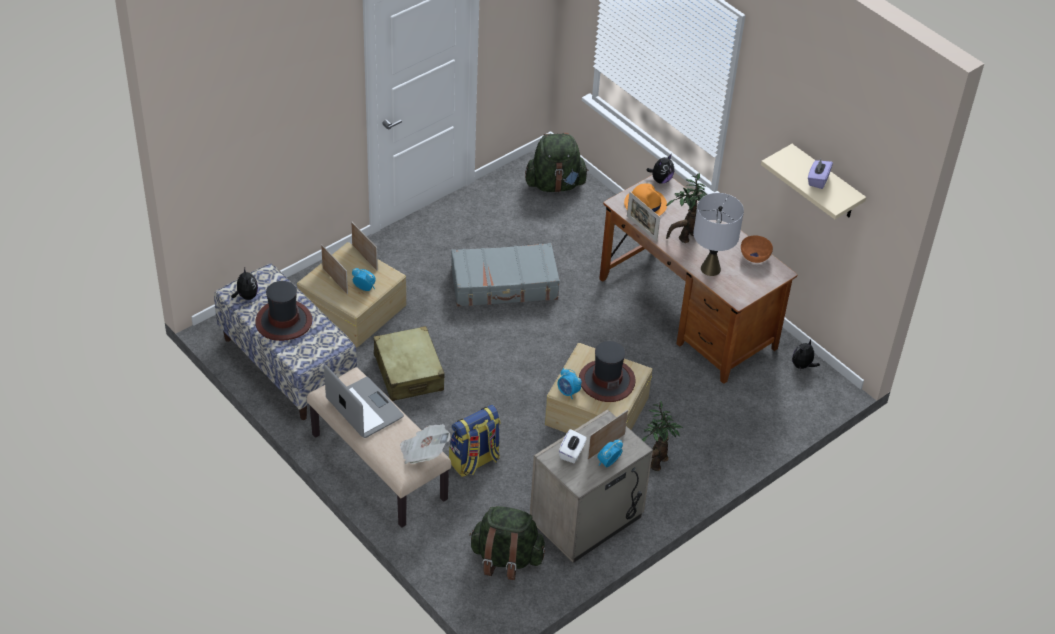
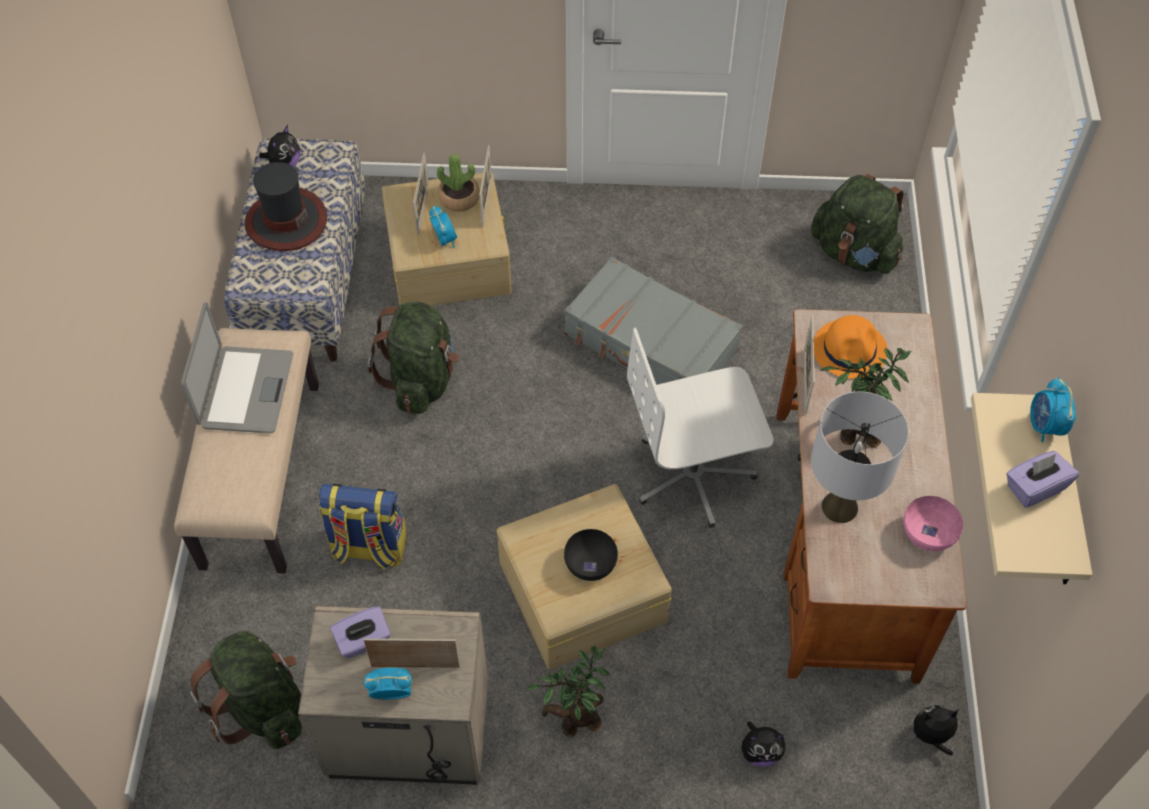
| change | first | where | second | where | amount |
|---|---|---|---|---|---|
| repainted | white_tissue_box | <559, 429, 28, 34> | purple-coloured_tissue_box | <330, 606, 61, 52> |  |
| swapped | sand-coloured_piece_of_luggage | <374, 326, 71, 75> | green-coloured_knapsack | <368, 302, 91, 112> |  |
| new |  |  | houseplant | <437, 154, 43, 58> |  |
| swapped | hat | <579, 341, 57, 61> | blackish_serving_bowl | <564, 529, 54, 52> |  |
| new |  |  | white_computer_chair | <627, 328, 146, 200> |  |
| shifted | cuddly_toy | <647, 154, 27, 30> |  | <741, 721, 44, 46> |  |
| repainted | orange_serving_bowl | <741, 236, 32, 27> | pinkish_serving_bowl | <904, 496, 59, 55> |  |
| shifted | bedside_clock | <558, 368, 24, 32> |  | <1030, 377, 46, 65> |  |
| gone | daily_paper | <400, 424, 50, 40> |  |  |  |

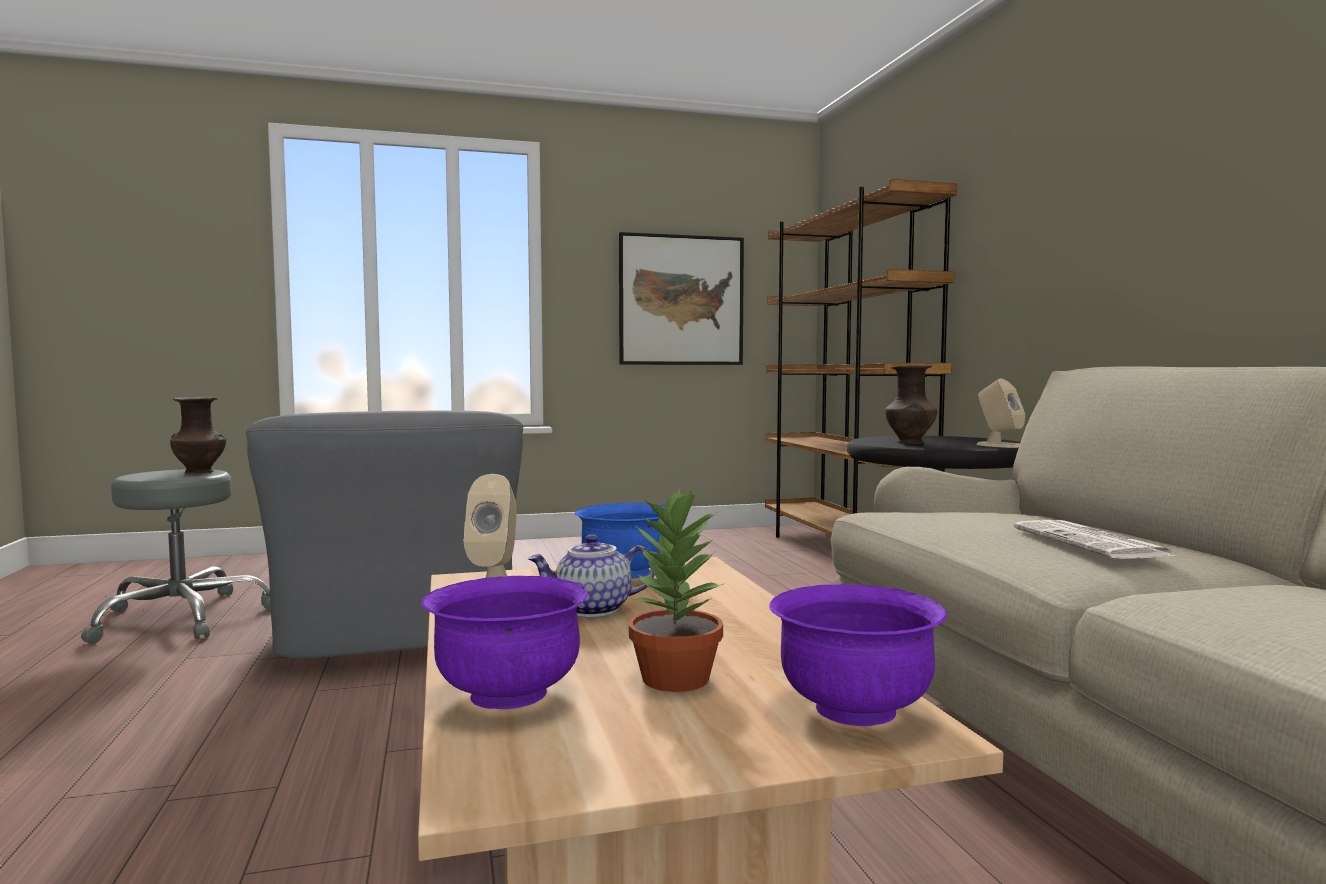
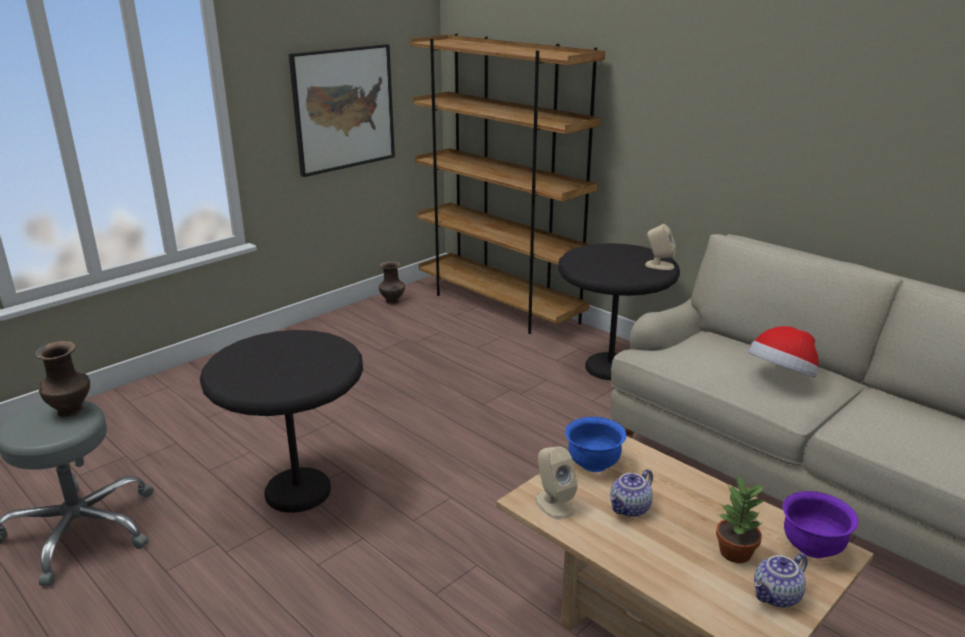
| change | first | where | second | where | amount |
|---|---|---|---|---|---|
| swapped | grey_easy_chair | <246, 411, 277, 247> | blackish_side_table | <200, 330, 163, 183> |  |
| shifted | brown-coloured_flower_vase | <885, 365, 52, 79> |  | <379, 261, 26, 43> |  |
| swapped | daily_paper | <1014, 520, 161, 39> | hat | <748, 326, 71, 51> |  |
| new |  |  | pot_for_tea | <754, 553, 54, 55> |  |
| gone | purple-coloured_serving_bowl | <421, 576, 167, 133> |  |  |  |

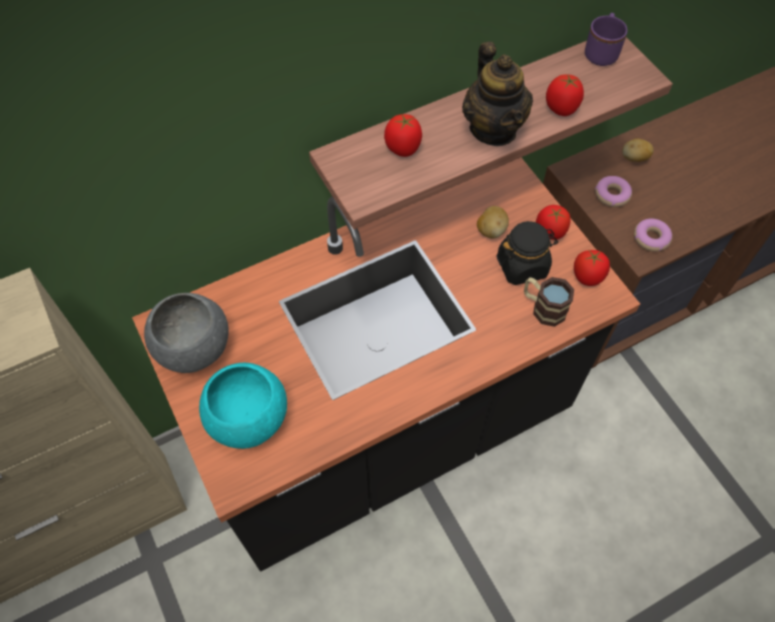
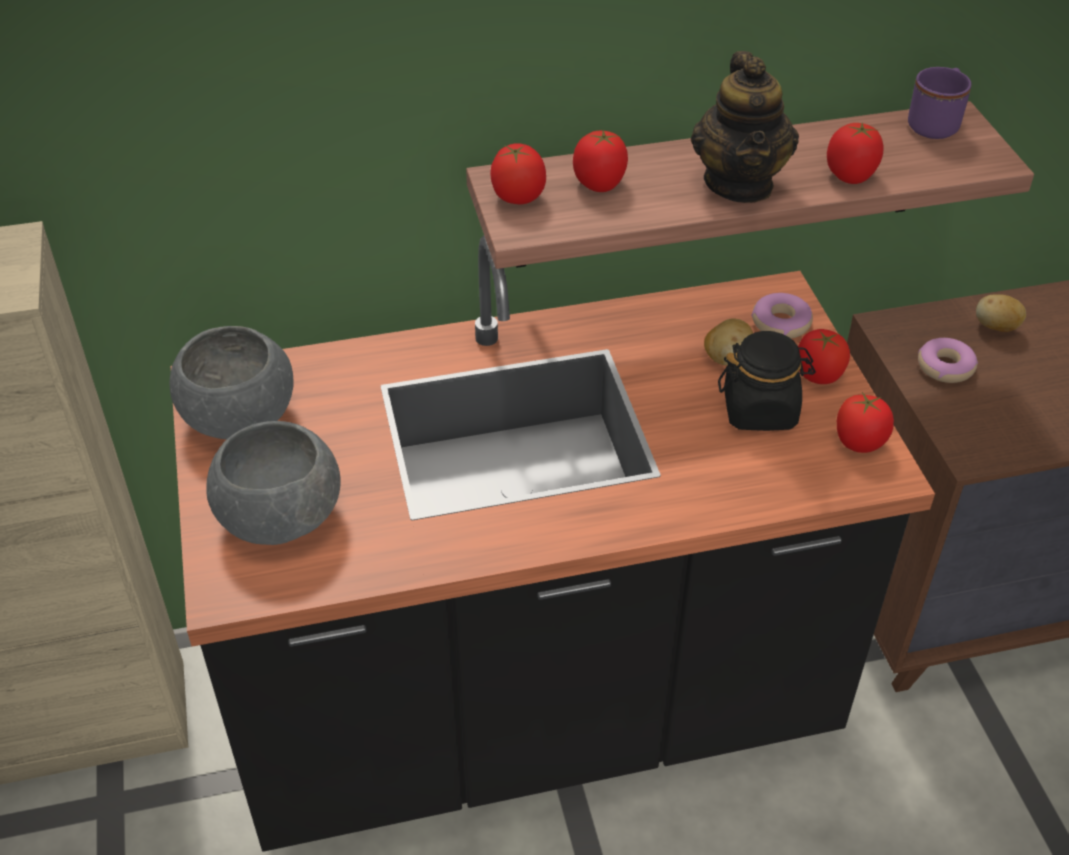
| change | first | where | second | where | amount |
|---|---|---|---|---|---|
| repainted | blue-green_serving_bowl | <199, 363, 88, 86> | grey_serving_bowl | <206, 421, 135, 124> |  |
| new |  |  | fresh_tomato | <490, 143, 56, 61> |  |
| shifted | donut | <634, 218, 38, 34> |  | <751, 293, 62, 46> |  |
| gone | coffee_mug | <524, 277, 50, 50> |  |  |  |

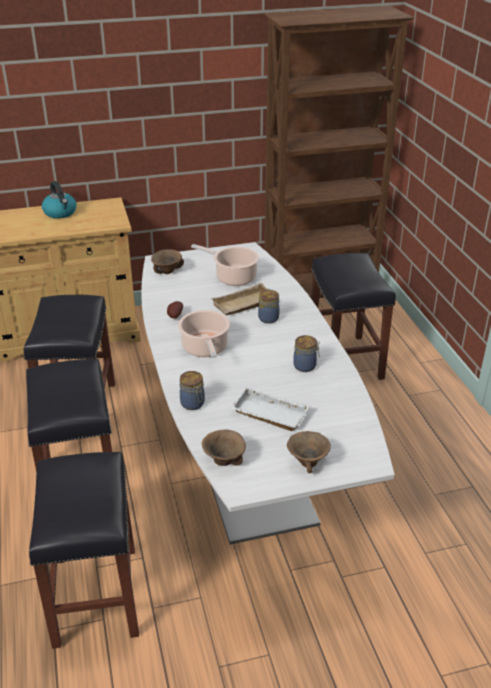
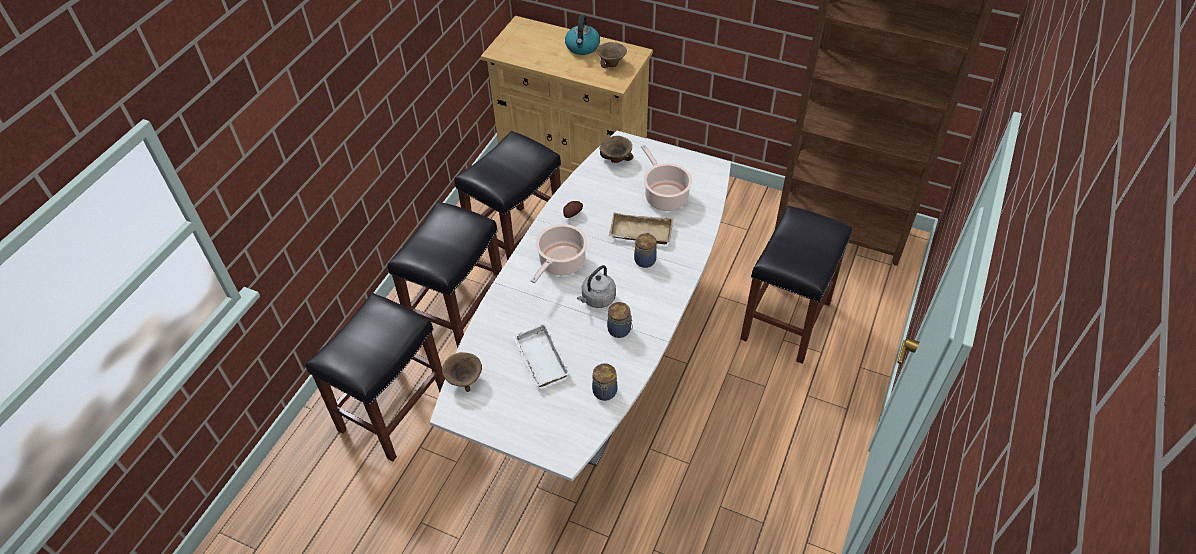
| change | first | where | second | where | amount |
|---|---|---|---|---|---|
| new |  |  | grey_water_kettle | <577, 265, 39, 43> |  |
| shifted | storage_jar | <180, 371, 25, 39> |  | <592, 363, 25, 38> |  |
| shifted | brown-coloured_serving_bowl | <287, 431, 44, 42> |  | <597, 42, 30, 26> |  |

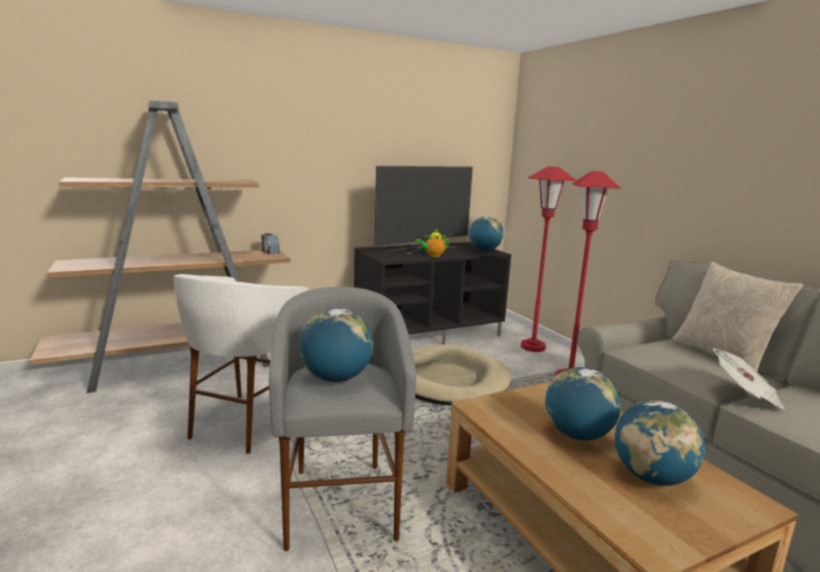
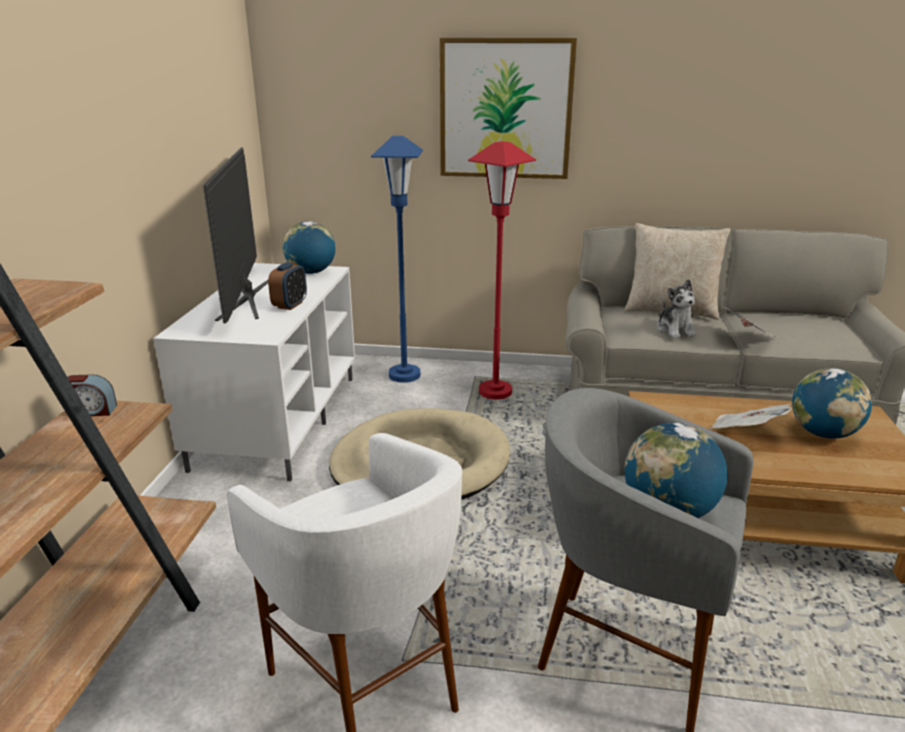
| change | first | where | second | where | amount |
|---|---|---|---|---|---|
| repainted | blackish_tv_stand | <354, 242, 157, 103> | white_tv_stand | <153, 263, 202, 218> |  |
| swapped | pot_for_tea | <416, 229, 33, 28> | bedside_clock | <268, 262, 39, 48> |  |
| repainted | red_standard_lamp | <521, 167, 55, 185> | bluish_standard_lamp | <371, 136, 52, 247> |  |
| new |  |  | picture | <440, 38, 137, 141> |  |
| new |  |  | cuddly_toy | <657, 279, 39, 59> |  |
| swapped | globe | <545, 367, 76, 74> | daily_paper | <709, 404, 82, 25> |  |

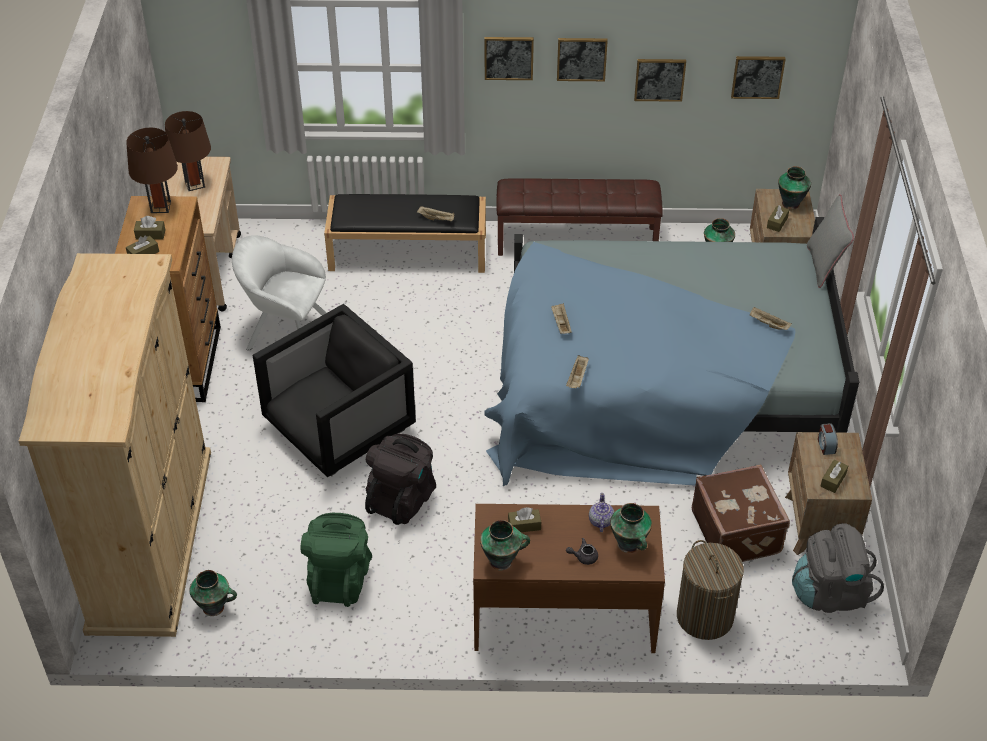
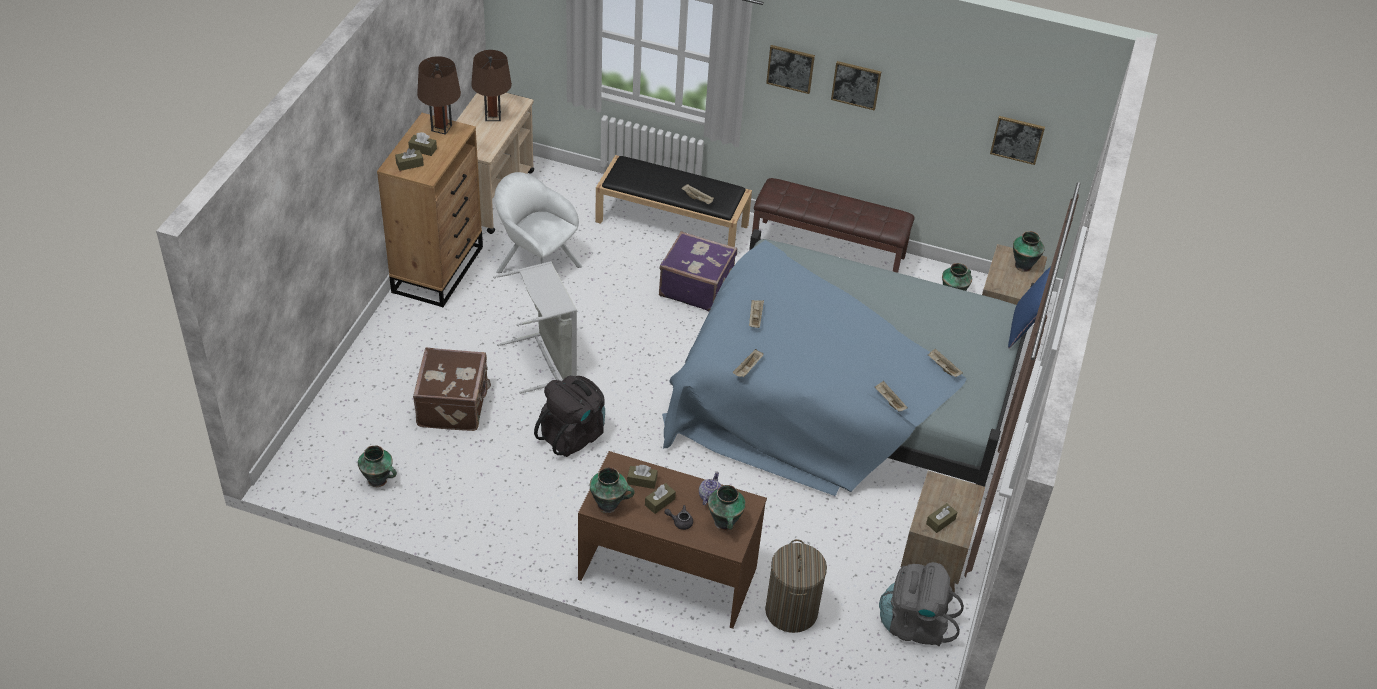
| change | first | where | second | where | amount |
|---|---|---|---|---|---|
| shifted | brown-coloured_piece_of_luggage | <692, 465, 98, 97> |  | <413, 347, 78, 84> |  |
| swapped | blackish_easy_chair | <253, 304, 163, 173> | grey_laundry_basket | <493, 261, 84, 133> |  |
| shifted | brown-coloured_tissue_box | <767, 205, 22, 27> |  | <645, 483, 31, 31> |  |
| new |  |  | purple-coloured_piece_of_luggage | <659, 231, 78, 80> |  |
| new |  |  | sand-coloured_tray | <875, 381, 33, 30> |  |
| repainted | grey_pillow | <807, 194, 47, 94> | bluish_pillow | <1008, 267, 43, 81> |  |
| gone | sand-coloured_armoire | <19, 253, 192, 384> |  |  |  |
| gone | green-coloured_knapsack | <301, 513, 71, 94> |  |  |  |
| gone | picture | <634, 59, 52, 43> |  |  |  |
| gone | bedside_clock | <818, 423, 20, 32> |  |  |  |

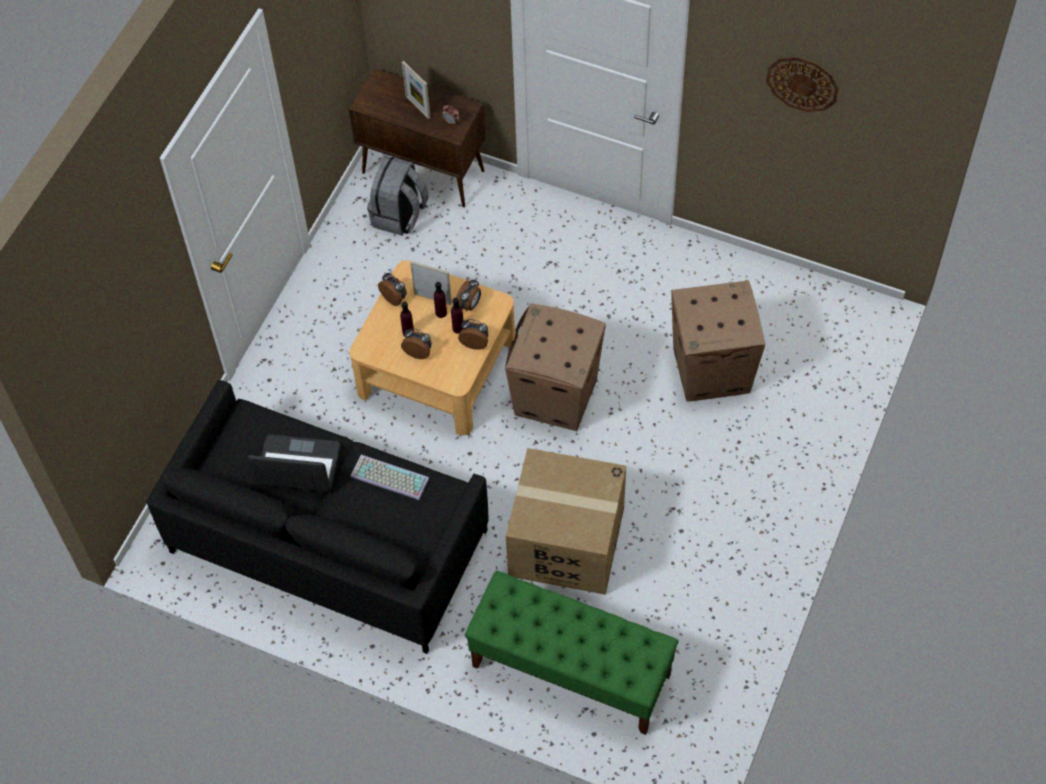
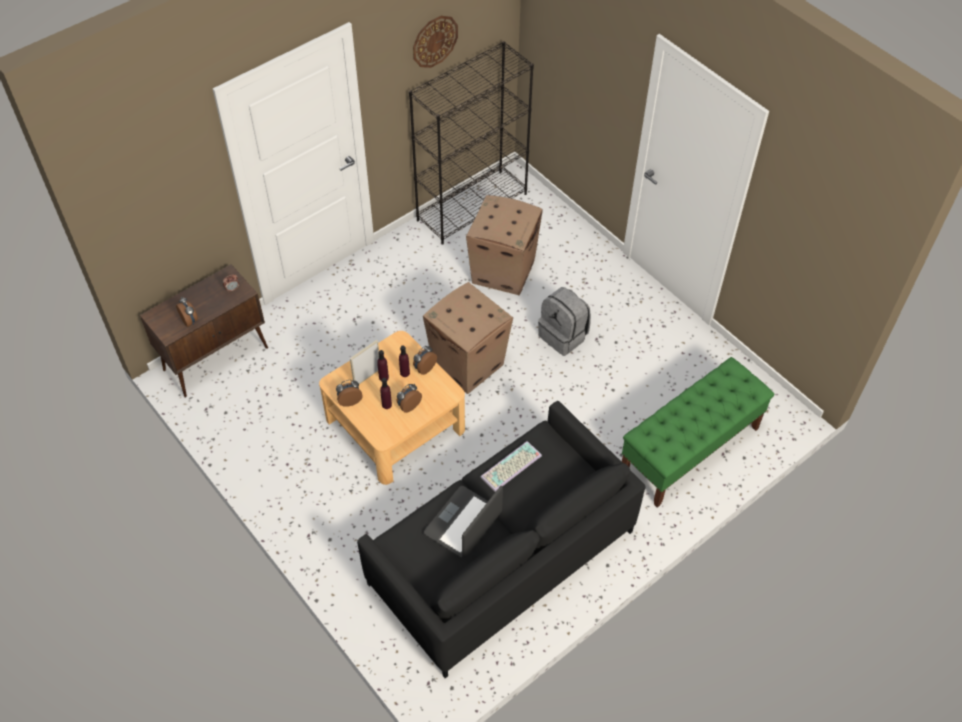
| change | first | where | second | where | amount |
|---|---|---|---|---|---|
| shifted | bedside_clock | <456, 279, 25, 32> |  | <176, 297, 22, 30> |  |
| new |  |  | blackish_bookshelf | <409, 41, 125, 204> |  |
| shifted | grey_knapsack | <367, 156, 62, 79> |  | <538, 287, 53, 69> |  |
| gone | standing_frame | <402, 61, 29, 58> |  |  |  |
| gone | cardboard_box | <506, 448, 120, 147> |  |  |  |

